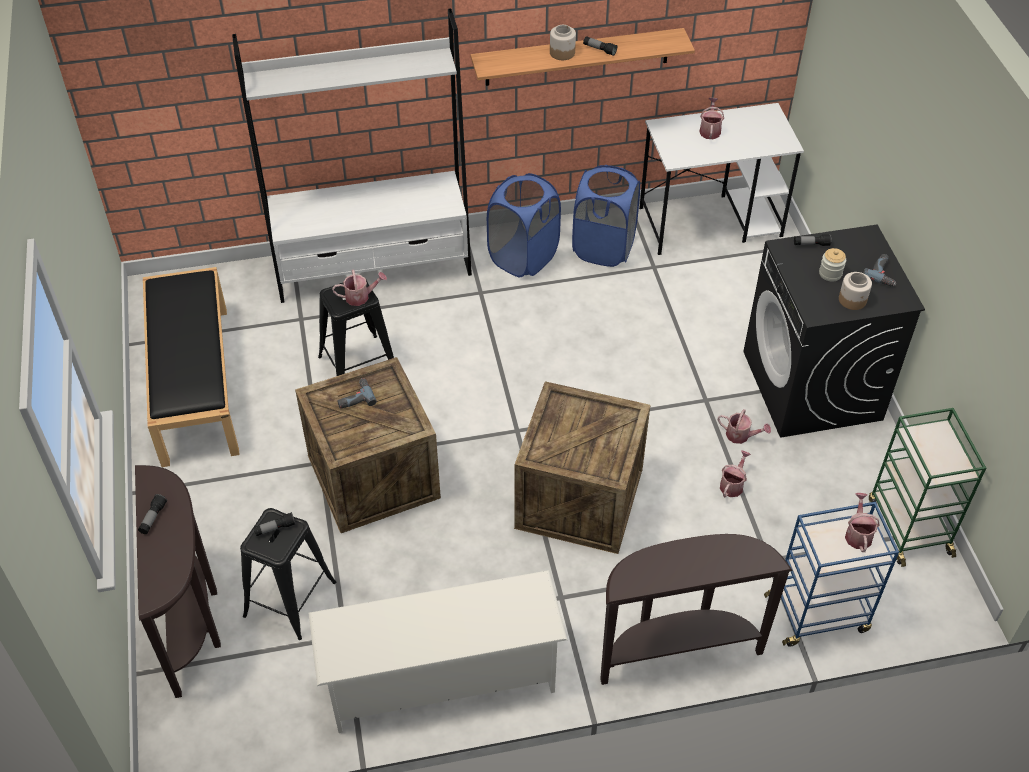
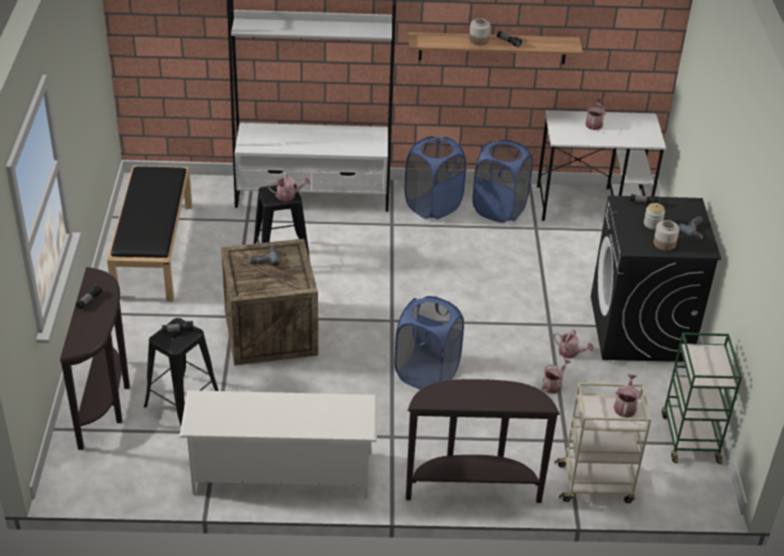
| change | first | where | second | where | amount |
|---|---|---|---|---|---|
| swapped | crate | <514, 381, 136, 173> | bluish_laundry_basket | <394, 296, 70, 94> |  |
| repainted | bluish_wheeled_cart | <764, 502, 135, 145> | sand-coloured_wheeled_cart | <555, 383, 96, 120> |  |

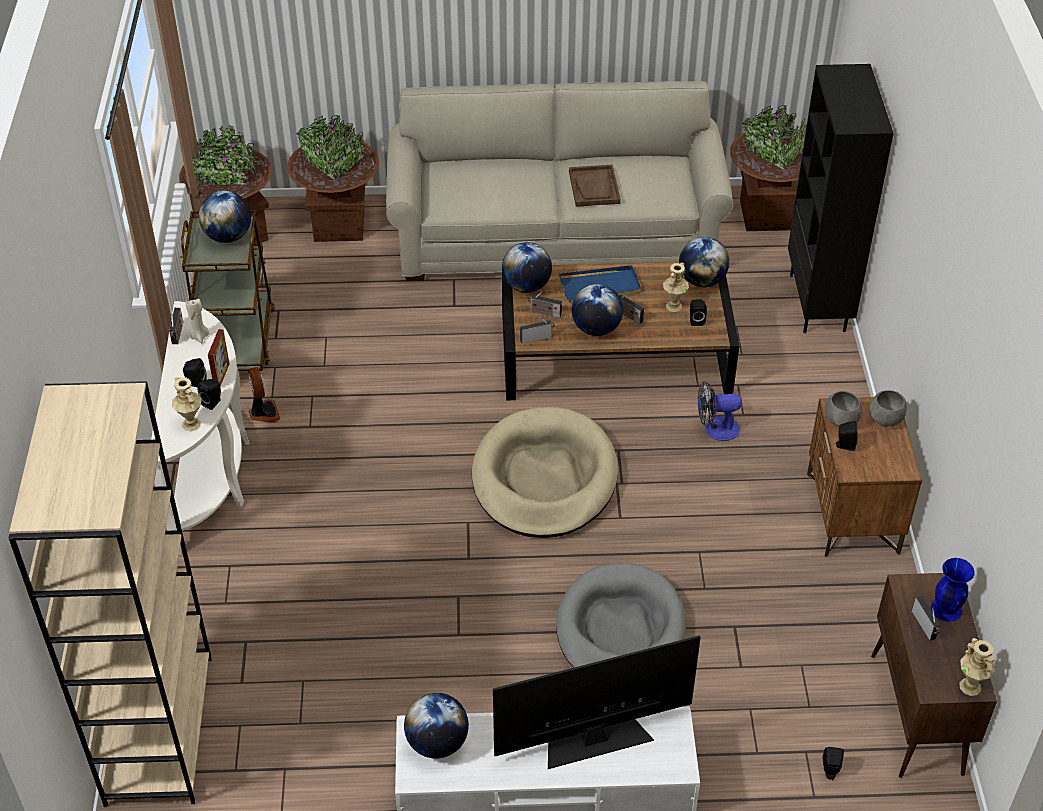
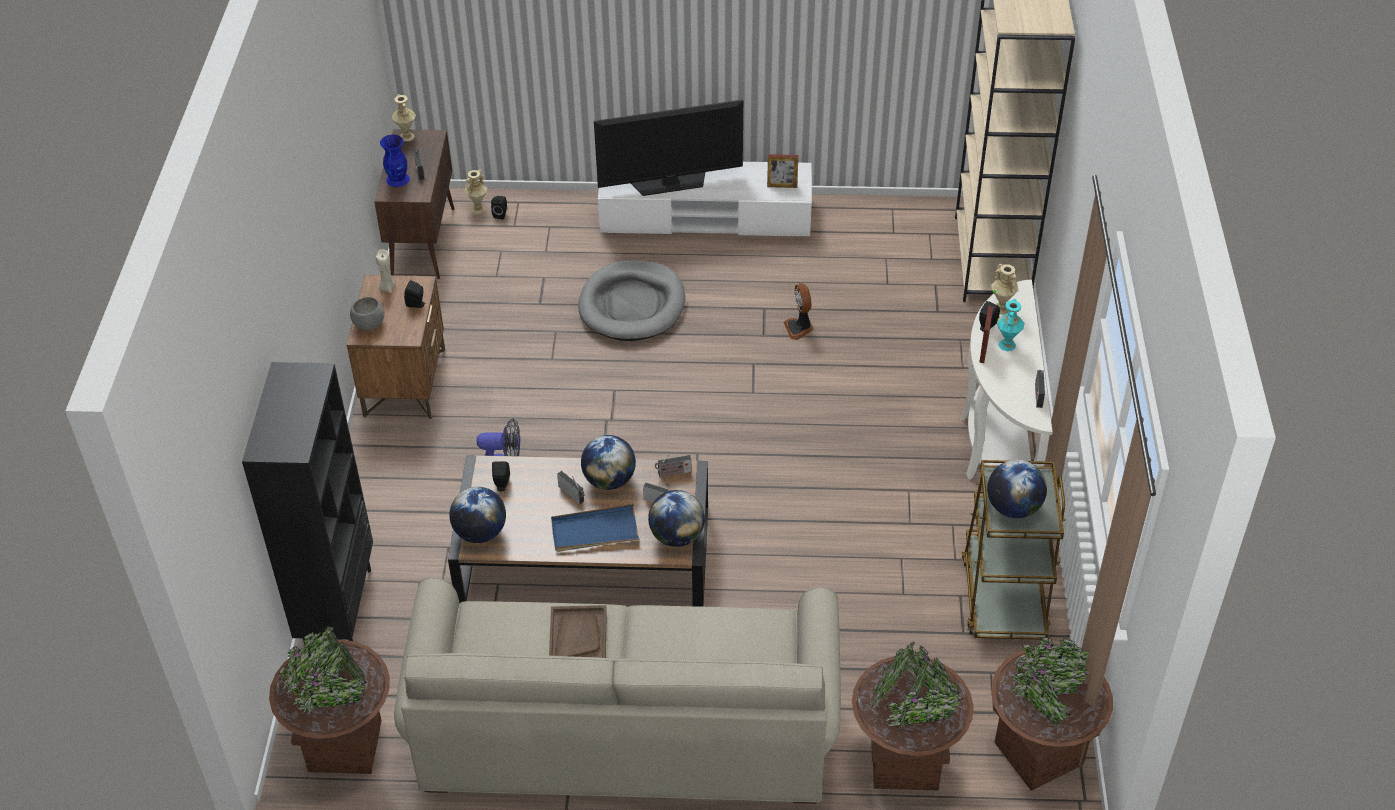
| change | first | where | second | where | amount |
|---|---|---|---|---|---|
| shifted | sand-coloured_wax_light | <185, 299, 24, 45> |  | <376, 249, 20, 44> |  |
| shifted | sand-coloured_flower_vase | <663, 262, 26, 50> |  | <465, 170, 22, 44> |  |
| swapped | globe | <404, 693, 65, 66> | standing_frame | <767, 154, 31, 34> |  |
| shifted | fan | <248, 367, 32, 56> |  | <784, 283, 30, 57> |  |
| swapped | blackish_speaker | <183, 358, 24, 29> | blue-green_flower_vase | <997, 299, 27, 52> |  |
| gone | sand-coloured_dog_bed | <472, 407, 146, 131> |  |  |  |
| gone | grey_serving_bowl | <825, 391, 38, 36> |  |  |  |

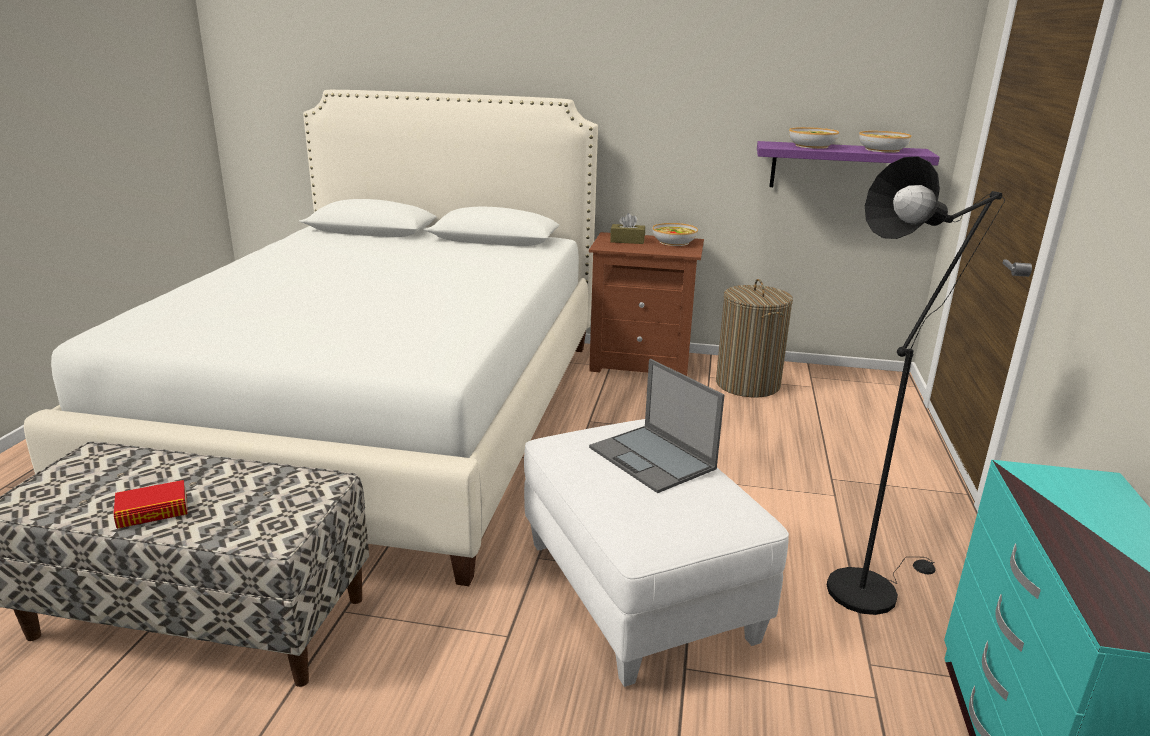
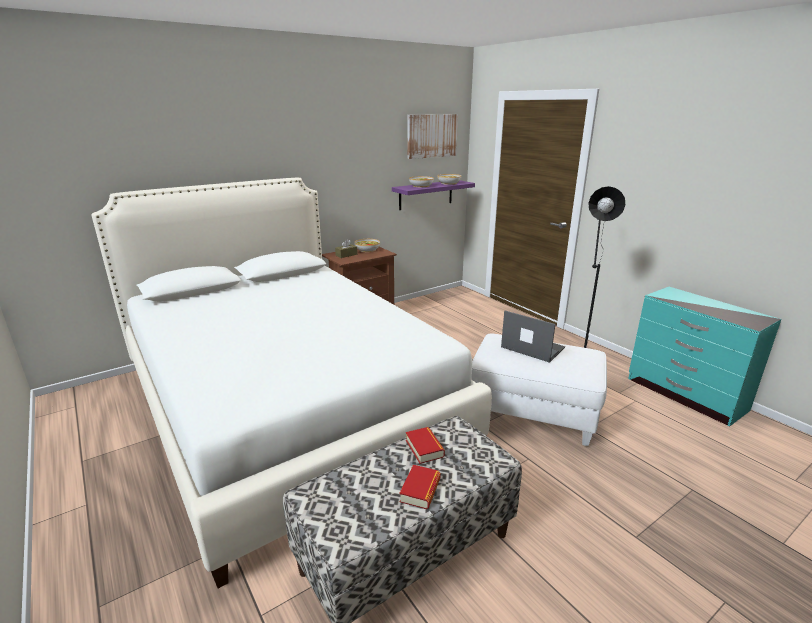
| change | first | where | second | where | amount |
|---|---|---|---|---|---|
| new |  |  | book | <406, 427, 39, 37> |  |
| new |  |  | picture | <407, 114, 51, 45> |  |
| rotated | portable_computer | <589, 359, 135, 134> |  | <501, 311, 64, 52> | 150 degrees counterclockwise |
| gone | laundry_basket | <716, 279, 77, 118> |  |  |  |

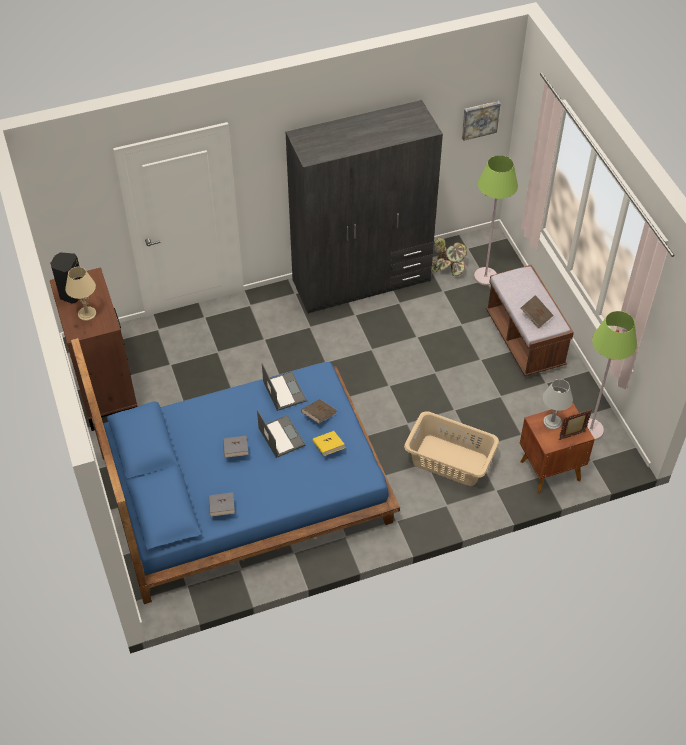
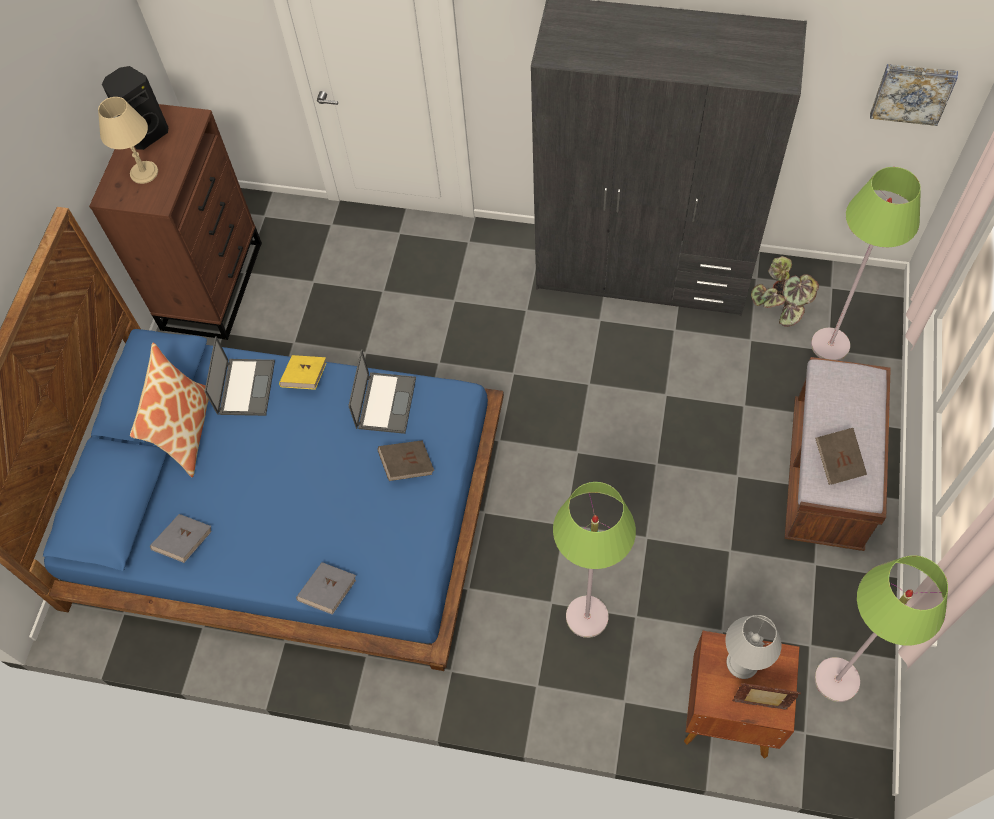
| change | first | where | second | where | amount |
|---|---|---|---|---|---|
| new |  |  | pillow | <130, 343, 79, 134> |  |
| shifted | portable_computer | <257, 410, 49, 48> |  | <204, 336, 71, 80> |  |
| shifted | yellow-coloured_book | <312, 431, 33, 25> |  | <279, 355, 47, 35> |  |
| shifted | grey_book | <223, 436, 26, 22> |  | <296, 562, 60, 53> |  |
| swapped | sand-coloured_laundry_basket | <404, 412, 95, 74> | green-coloured_standard_lamp | <553, 482, 83, 156> |  |

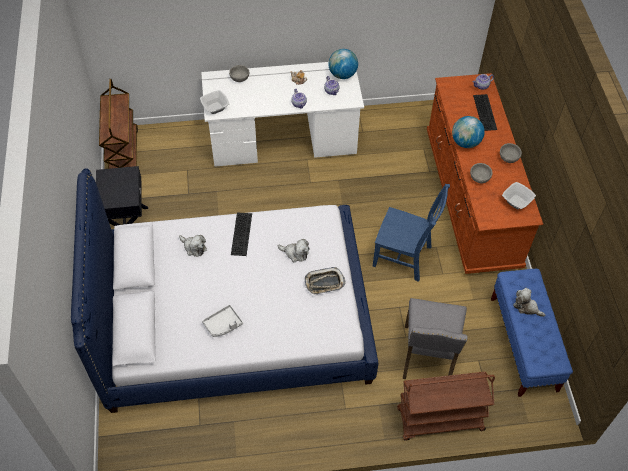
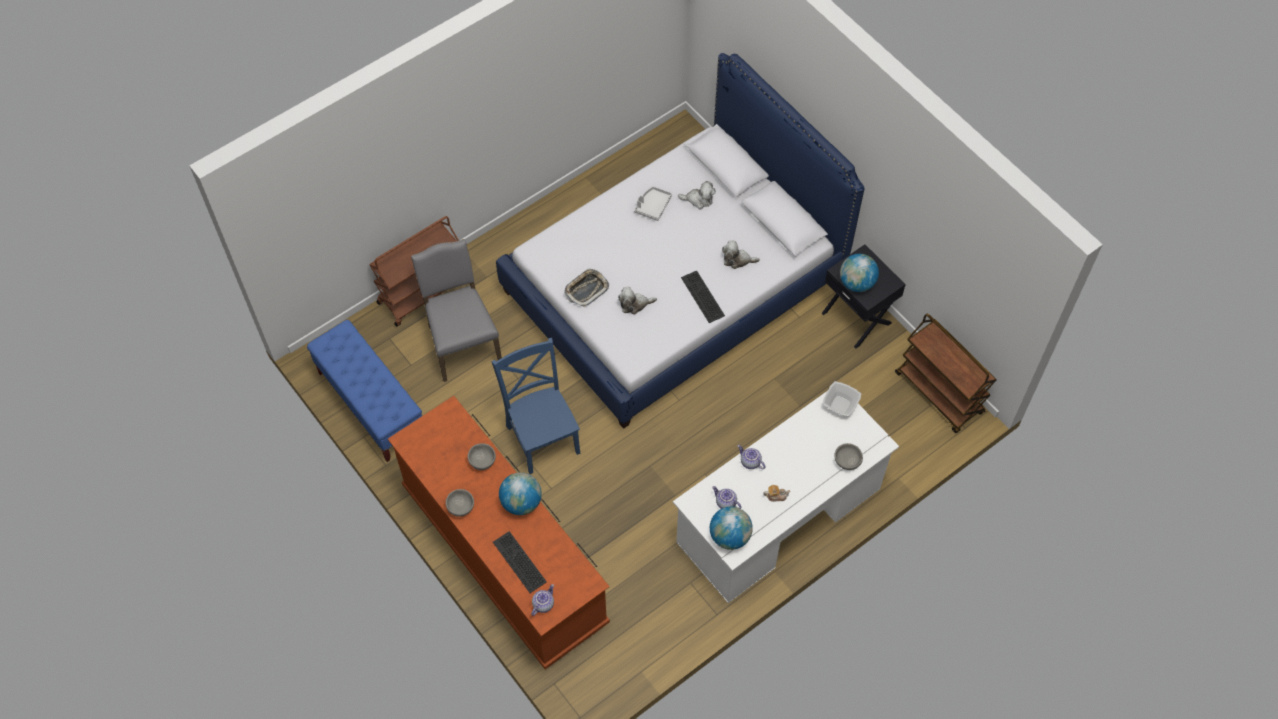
| change | first | where | second | where | amount |
|---|---|---|---|---|---|
| rotated | bluish_chair | <373, 184, 77, 98> |  | <492, 338, 89, 136> | 75 degrees clockwise |
| shifted | cuddly_toy | <513, 288, 32, 29> |  | <678, 181, 38, 28> |  |
| new |  |  | globe | <840, 254, 39, 38> |  |
| gone | serving_bowl | <502, 182, 34, 27> |  |  |  |

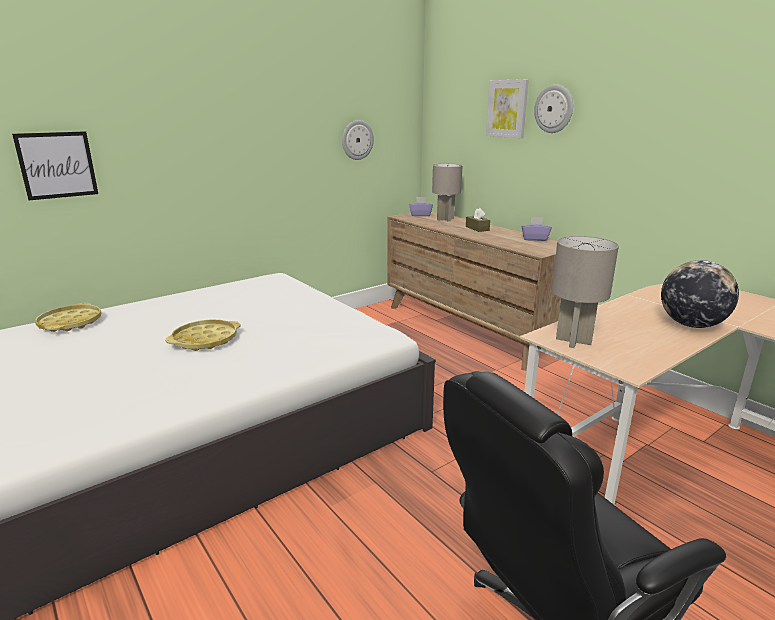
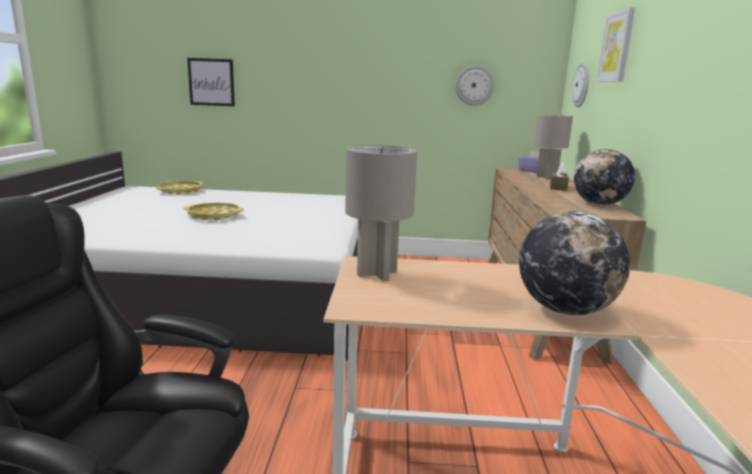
| change | first | where | second | where | amount |
|---|---|---|---|---|---|
| shifted | wall_clock | <534, 84, 39, 49> |  | <572, 62, 17, 45> |  |
| swapped | purple-coloured_tissue_box | <522, 217, 30, 24> | globe | <574, 149, 61, 56> |  |

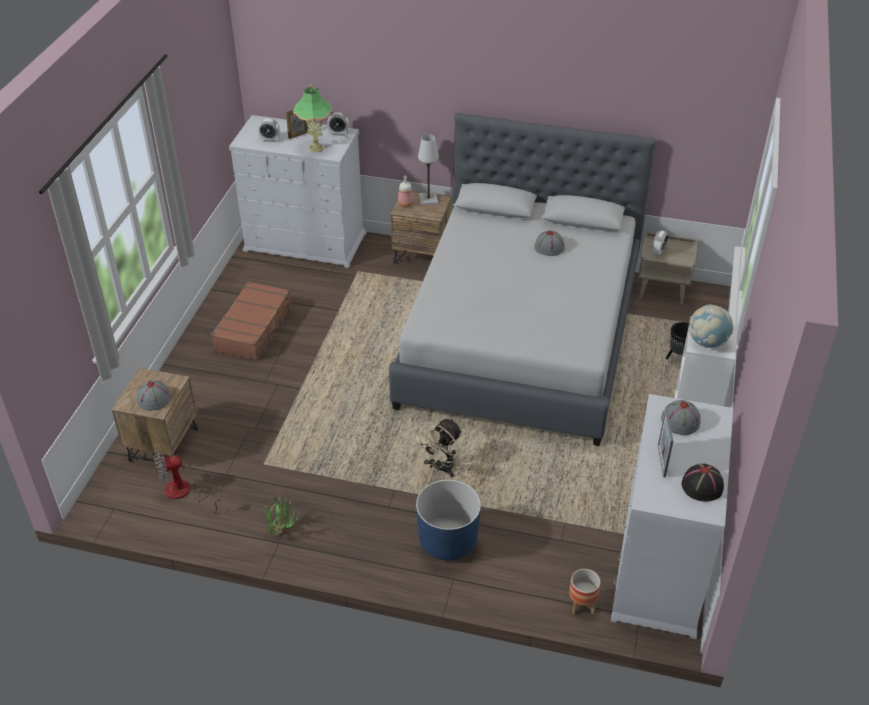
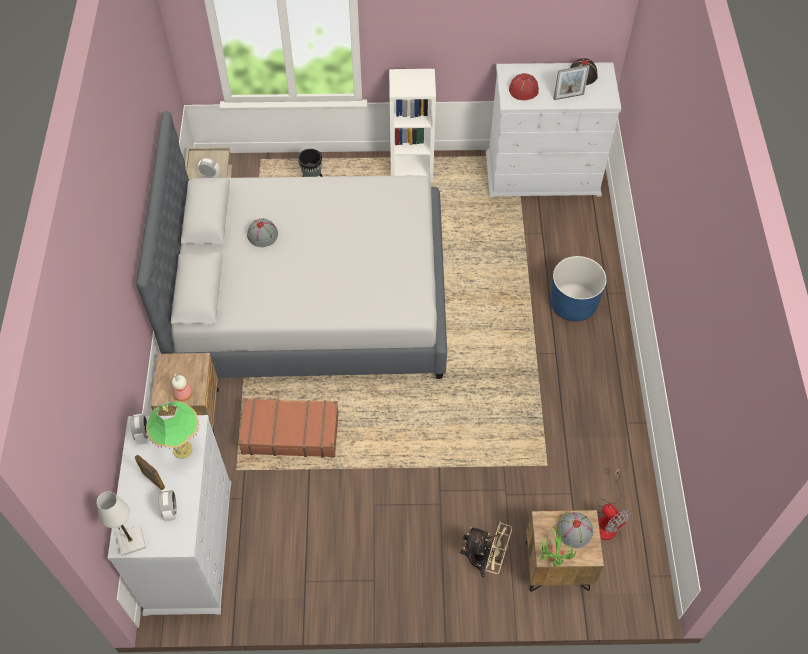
| change | first | where | second | where | amount |
|---|---|---|---|---|---|
| shifted | white_table_lamp | <418, 134, 21, 71> |  | <97, 491, 49, 65> |  |
| shifted | brown-coloured_piece_of_luggage | <211, 281, 81, 80> |  | <238, 398, 101, 60> |  |
| shifted | sand-coloured_fan | <411, 418, 51, 59> |  | <460, 521, 52, 56> |  |
| repainted | grey_hat | <661, 400, 40, 35> | red_hat | <509, 73, 30, 27> |  |
| shifted | houseplant | <265, 495, 34, 40> |  | <538, 526, 37, 41> |  |
| gone | planter | <569, 569, 32, 45> |  |  |  |
| gone | globe | <689, 304, 45, 44> |  |  |  |

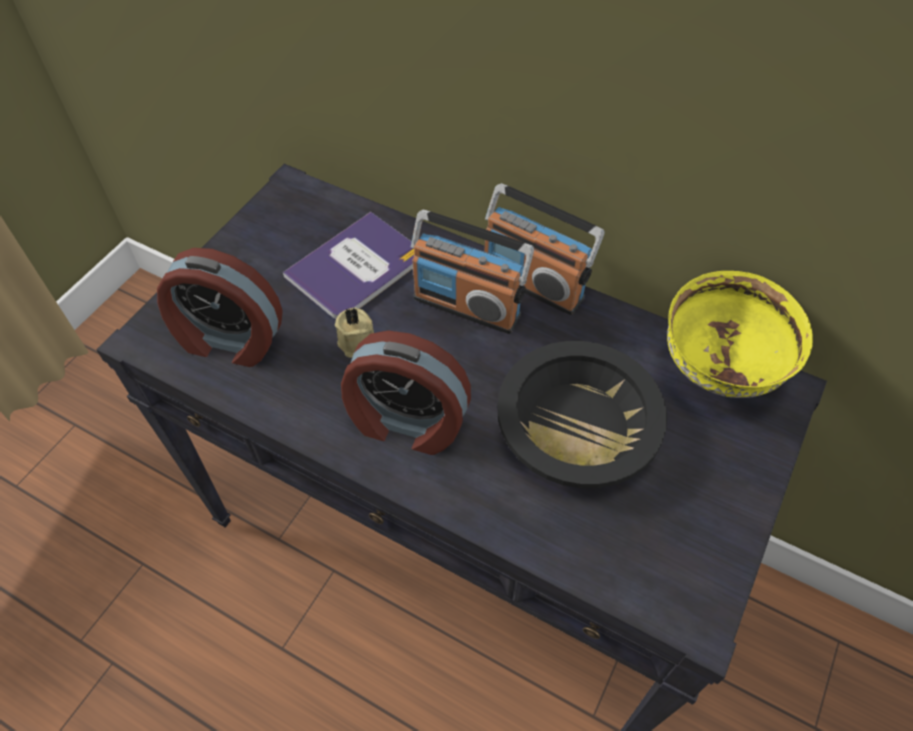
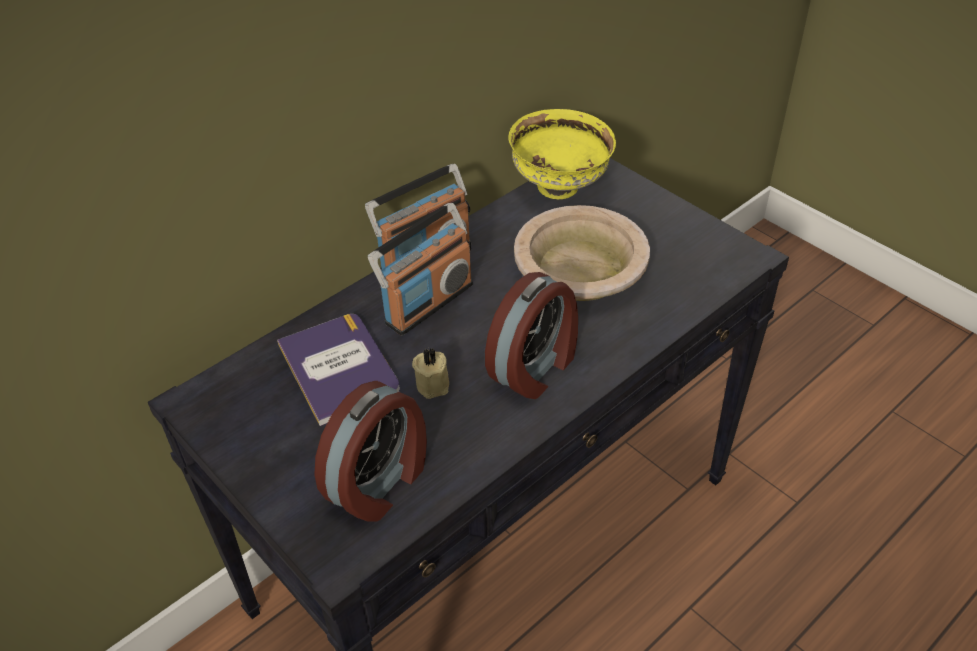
| change | first | where | second | where | amount |
|---|---|---|---|---|---|
| repainted | blackish_serving_bowl | <497, 341, 170, 147> | sand-coloured_serving_bowl | <514, 205, 136, 96> |  |

